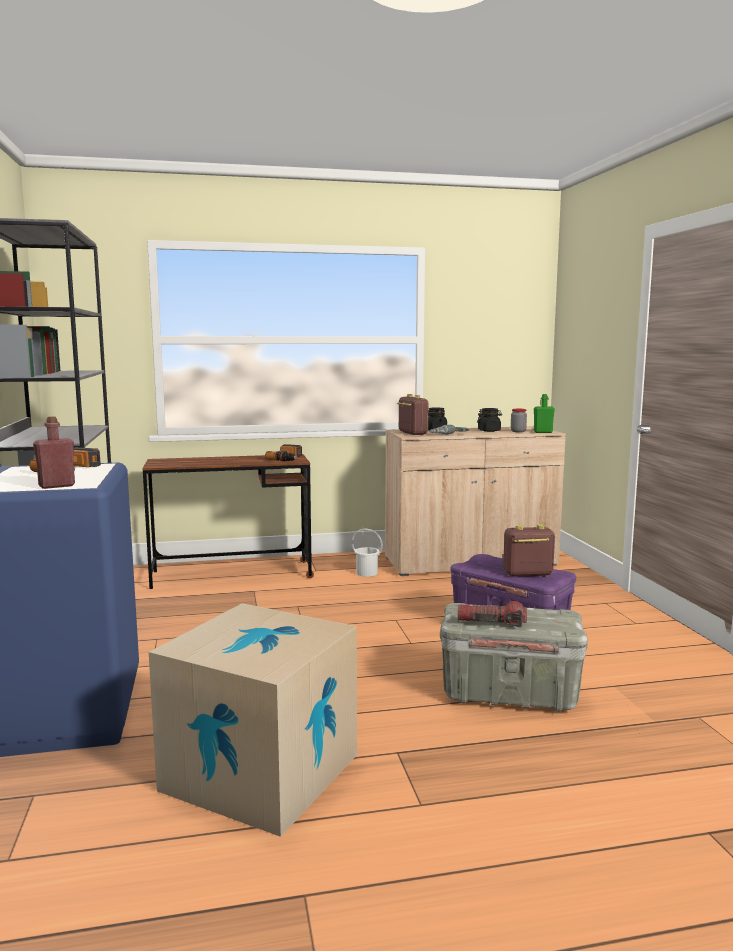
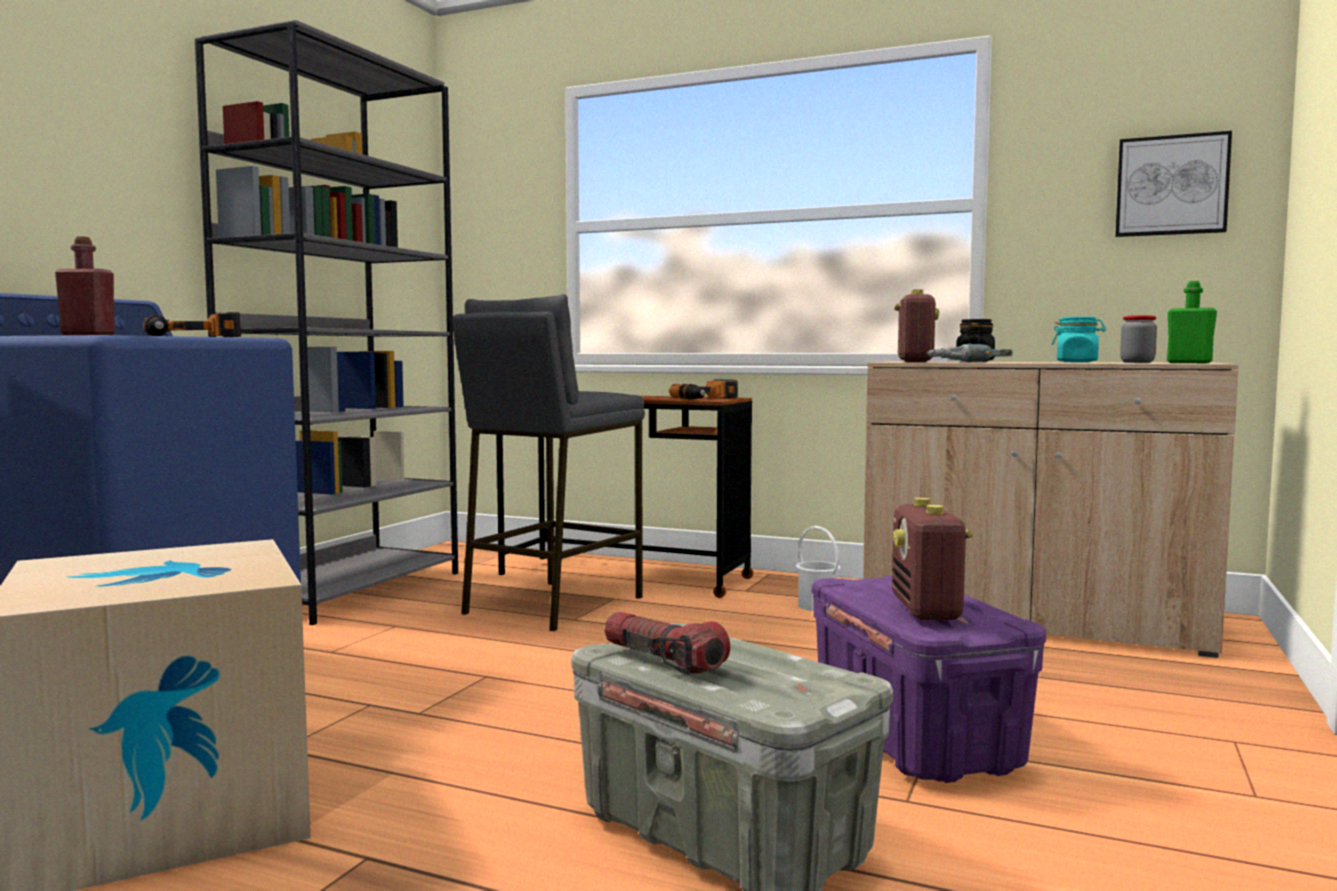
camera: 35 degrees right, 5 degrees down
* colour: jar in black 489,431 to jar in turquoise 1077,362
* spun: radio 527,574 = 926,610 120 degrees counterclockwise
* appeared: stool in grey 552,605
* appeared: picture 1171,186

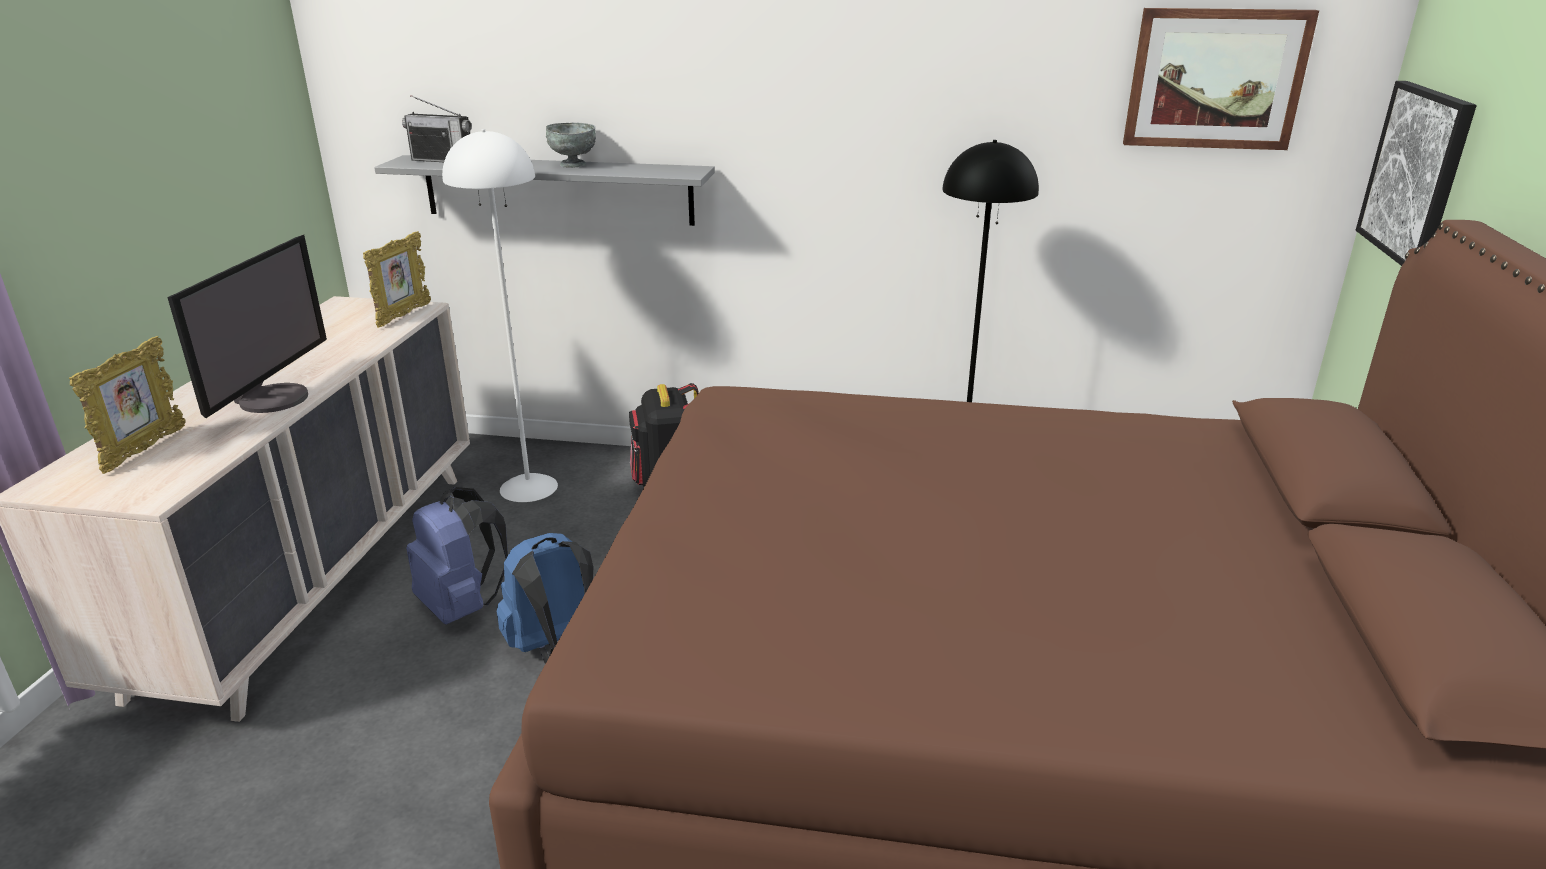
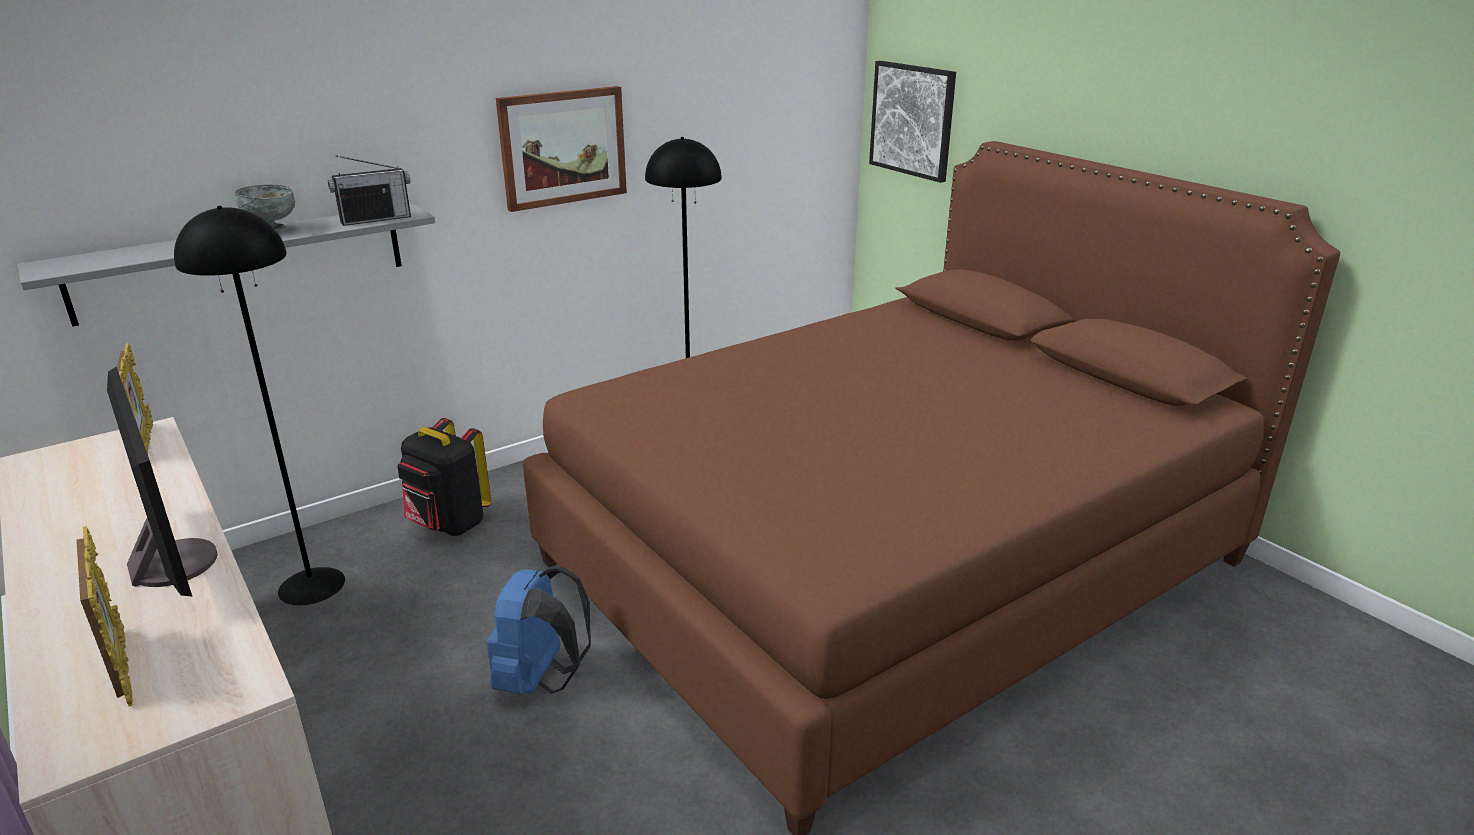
camera: 45 degrees left, 0 degrees up
* relocated: radio 443,160 to 375,219
* missing: backpack in blue 462,606
* colour: floor lamp in white 529,487 to floor lamp in black 312,585
* relocated: picture 1215,79 to 563,147

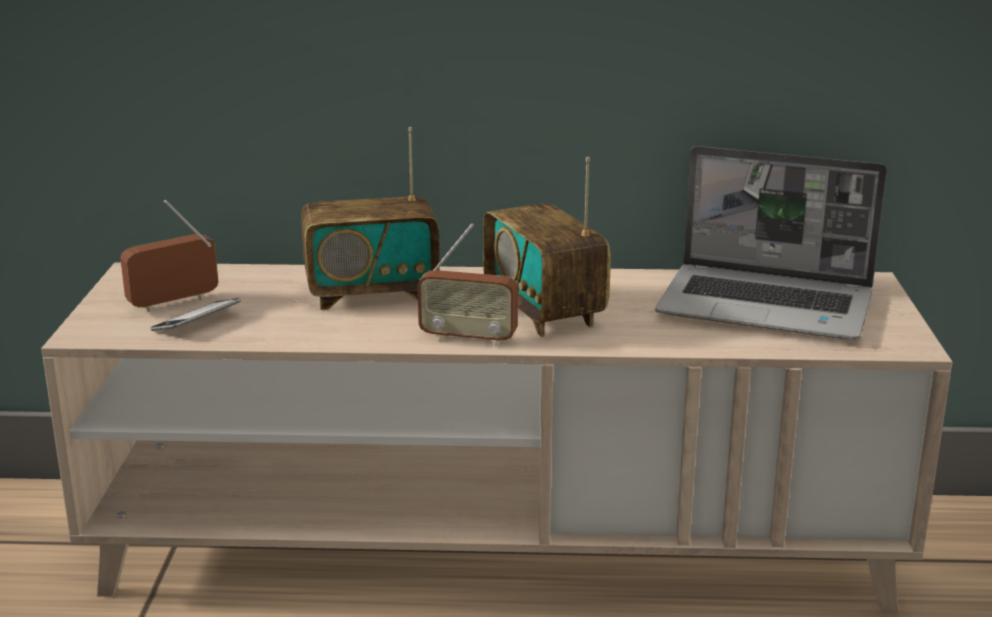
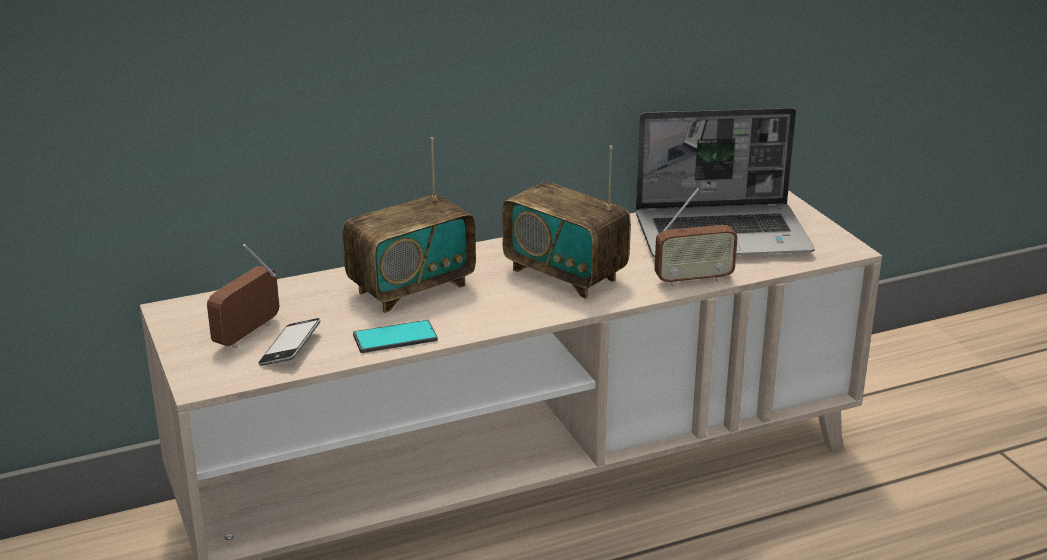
camera: 25 degrees left, 5 degrees up
* relocated: radio 468,339 to 693,280
* appeared: phone 395,338

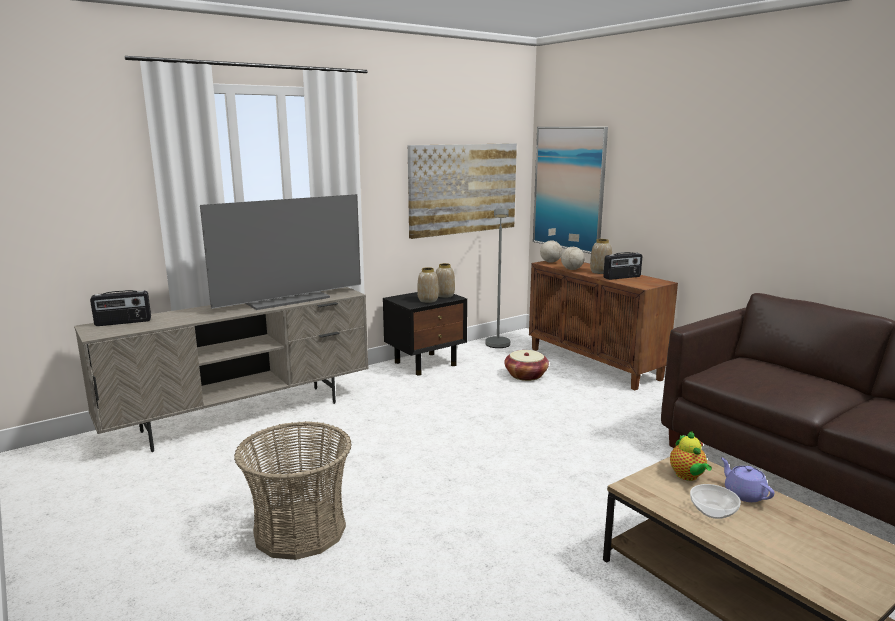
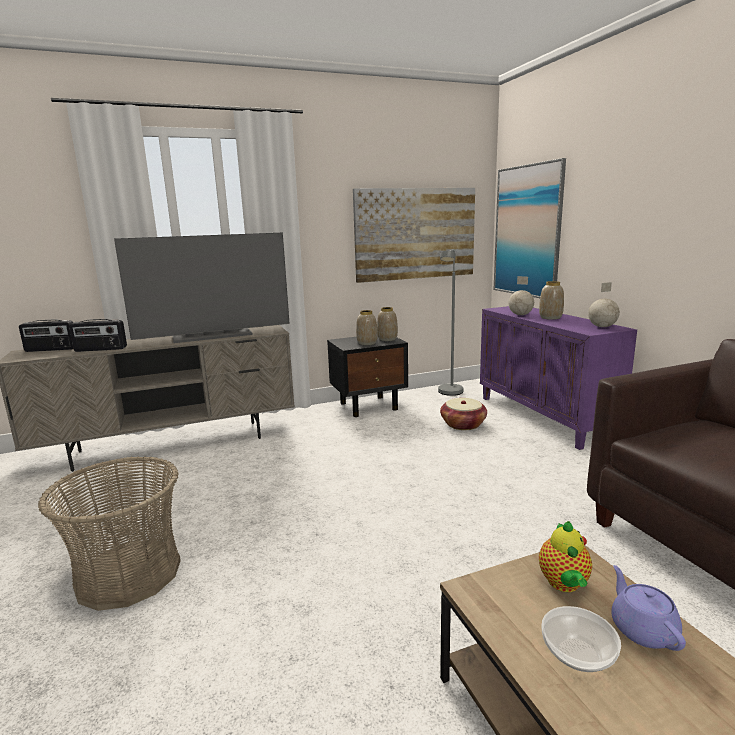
camera: 15 degrees right, 0 degrees up
* colour: cabinet in brown 594,364 to cabinet in purple 544,417
* relocated: globe 550,262 to 601,327
* relocated: radio 622,277 to 100,349

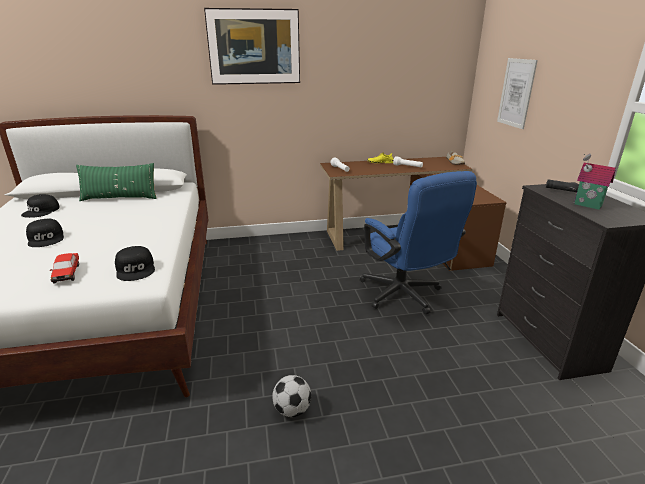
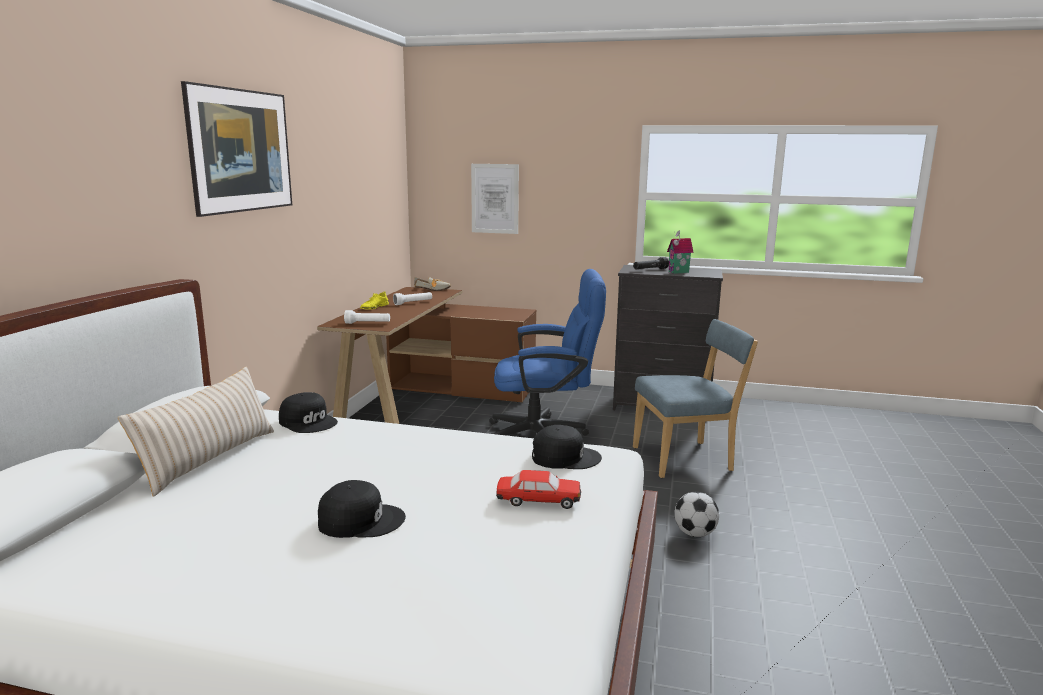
camera: 65 degrees left, 10 degrees down
* relocated: cap in black 41,211 to 309,422
* colour: pillow in green 120,198 to pillow in beige 209,459
* appeared: chair in blue 687,459

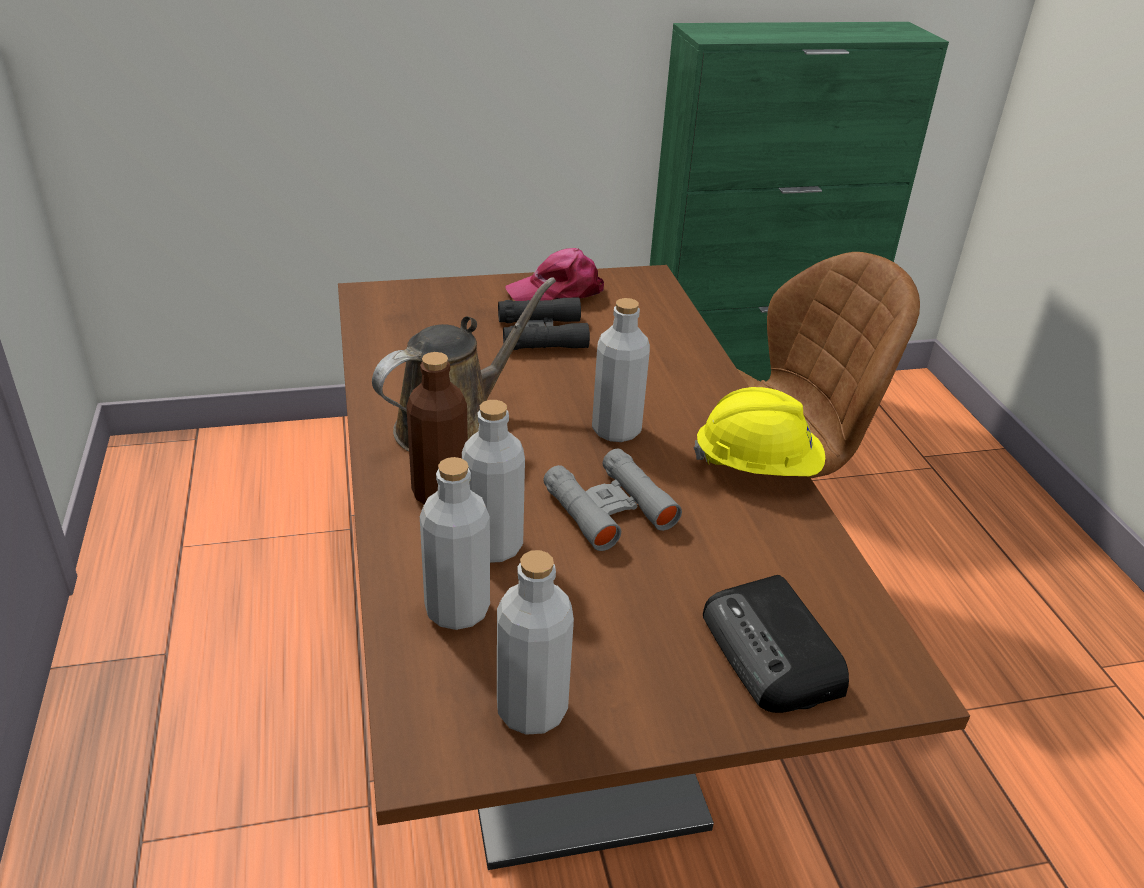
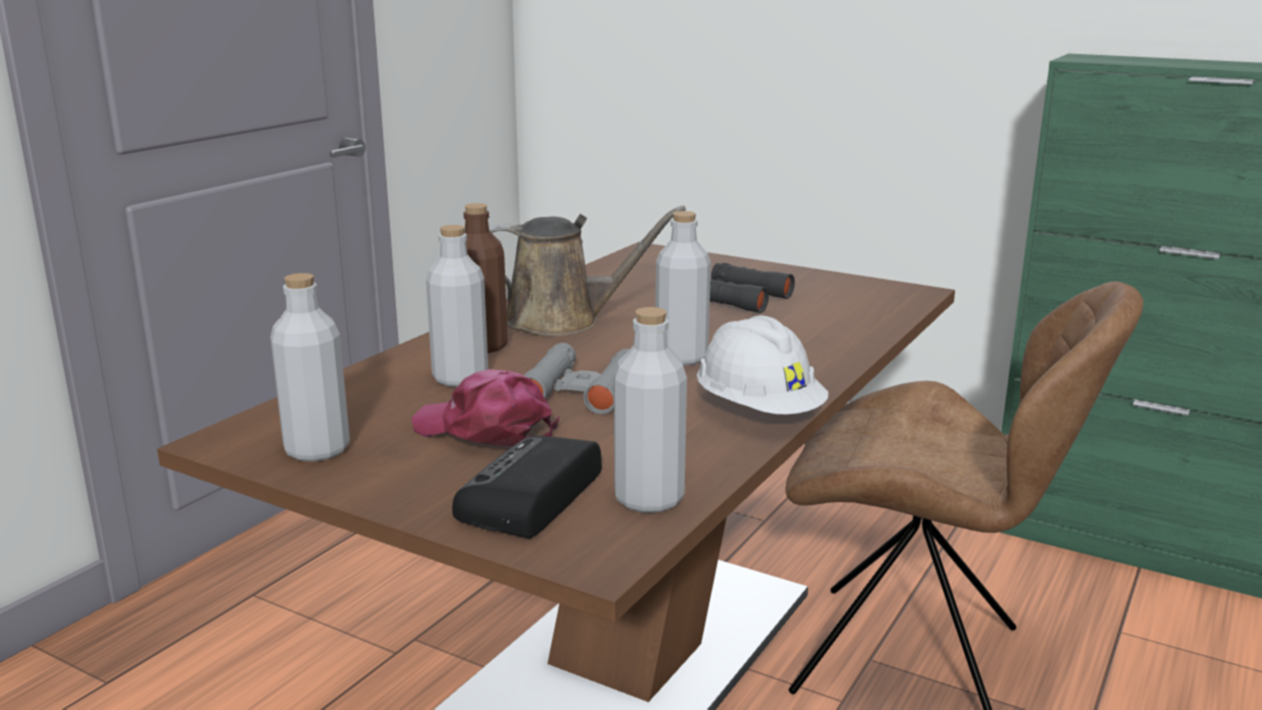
camera: 45 degrees right, 15 degrees down
* relocated: bottle in grey 457,610 to 649,499
* relocated: cap in pink 557,291 to 486,430
* colour: hard hat in yellow 757,467 to hard hat in white 758,411

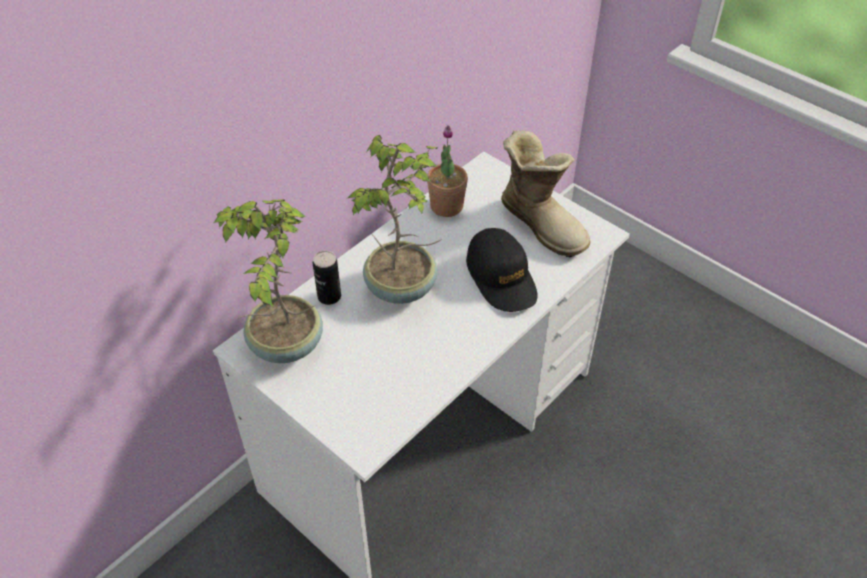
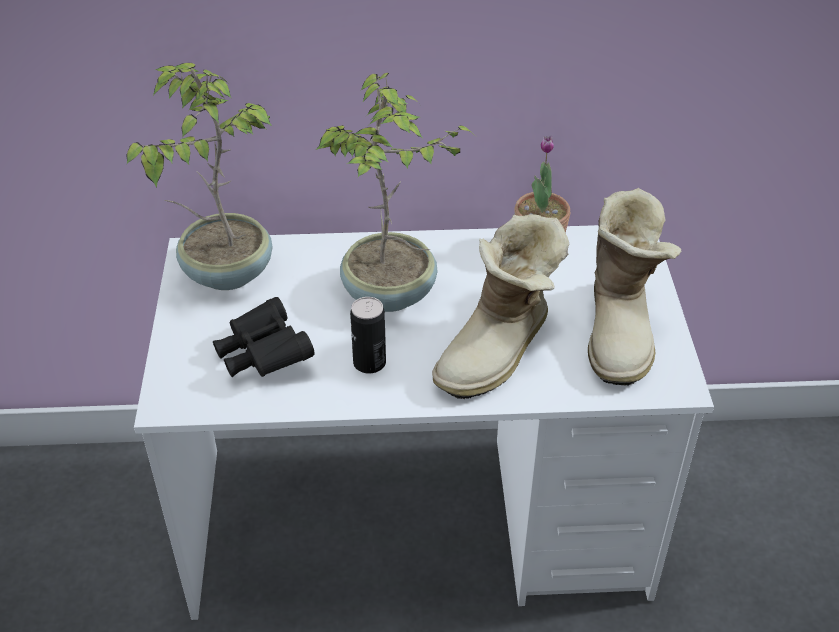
camera: 45 degrees right, 5 degrees down
* relocated: can 329,296 to 369,363
* exchanged: cap in black 501,278 to boot 500,351
* appeared: binoculars in black 263,355

